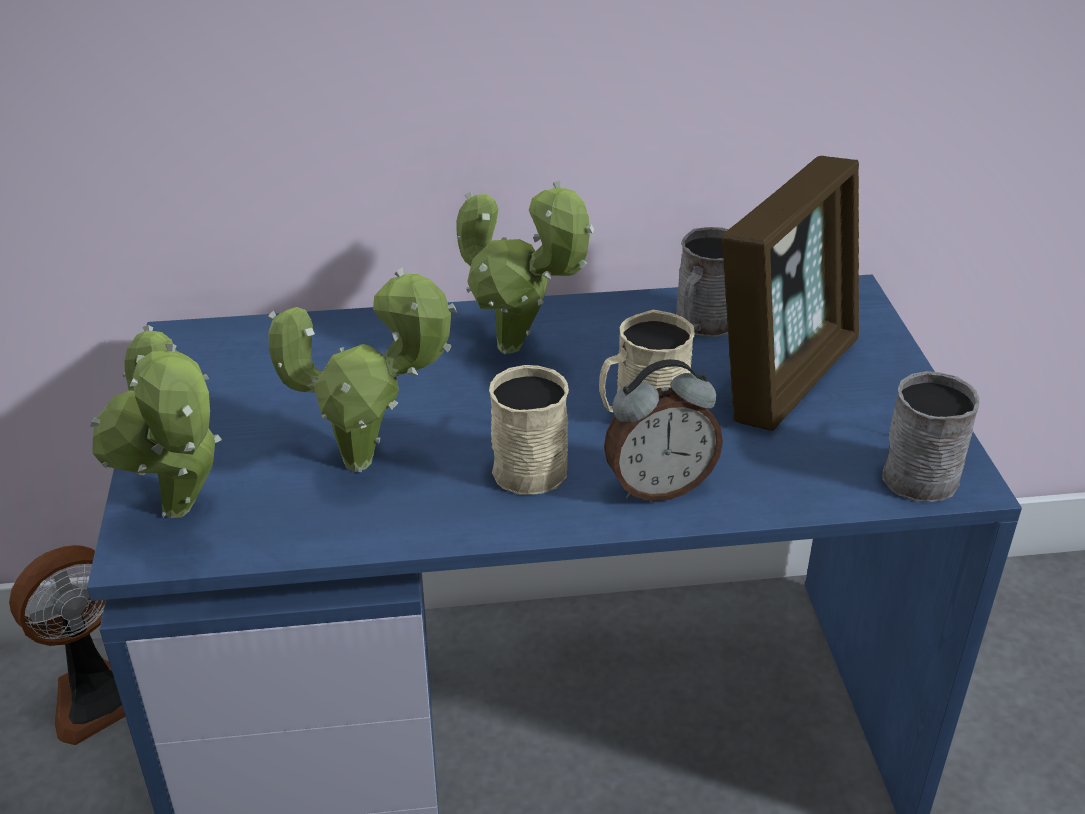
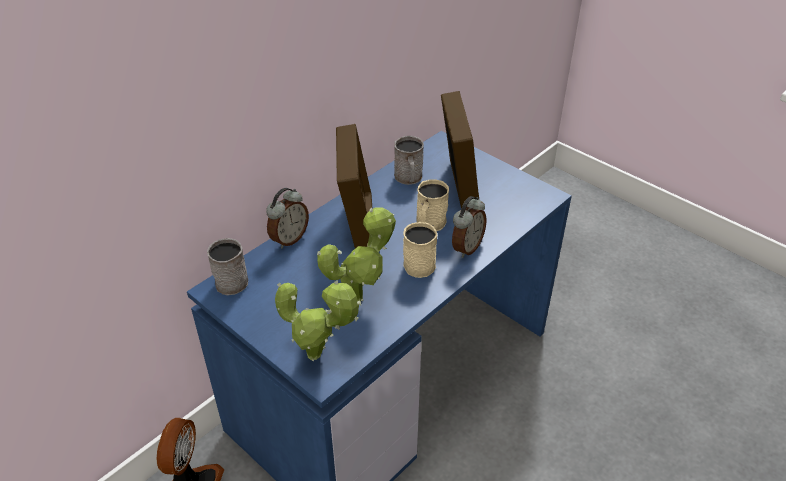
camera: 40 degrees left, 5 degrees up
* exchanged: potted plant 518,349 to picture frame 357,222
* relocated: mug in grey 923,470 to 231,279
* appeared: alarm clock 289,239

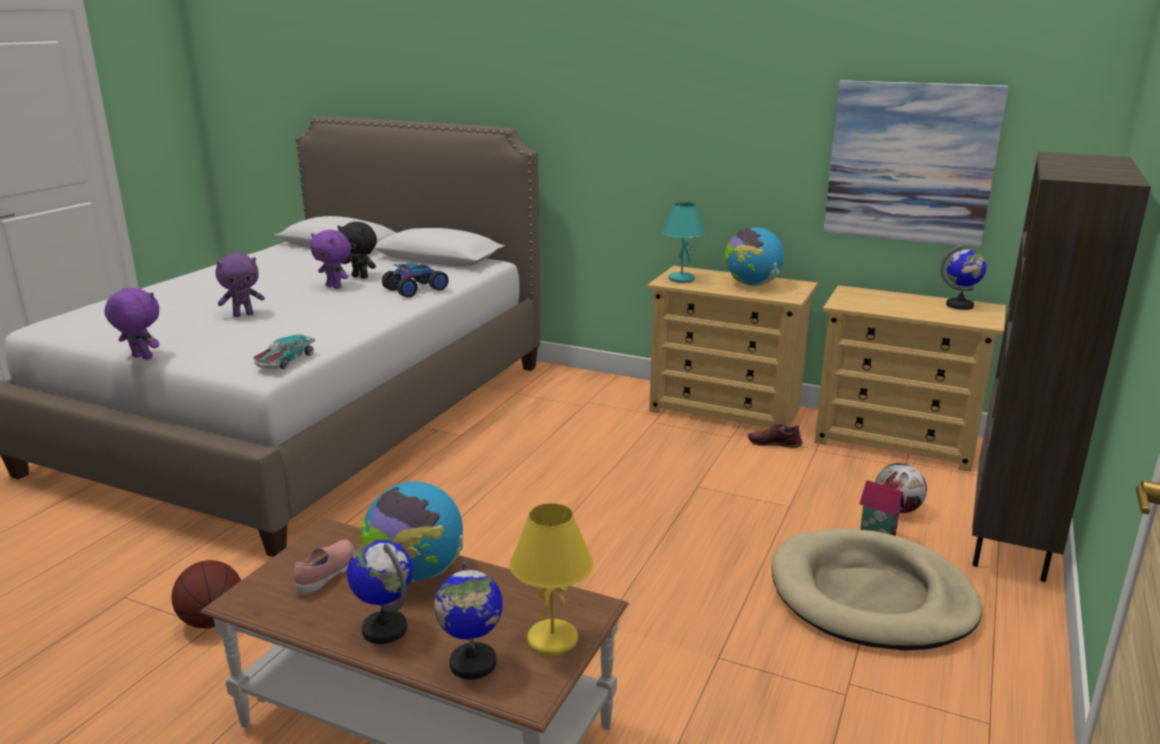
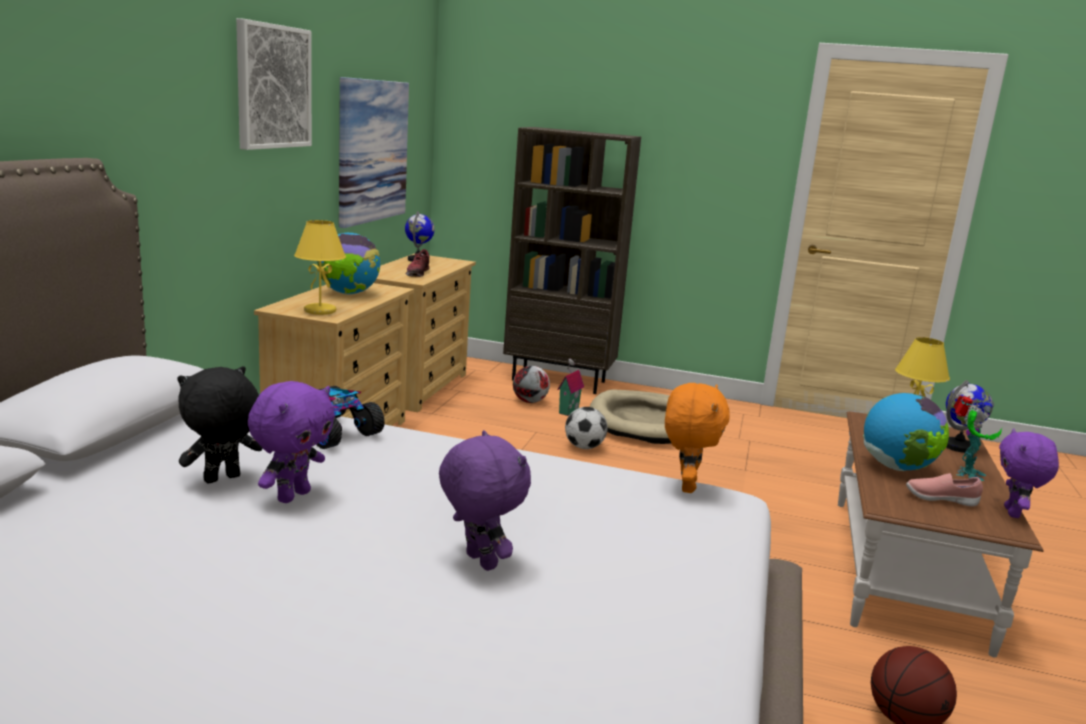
camera: 100 degrees left, 5 degrees down
* relocated: plush toy in purple 141,358 to 1014,513
* exchanged: toy car 285,361 to plush toy in orange 685,486
* spun: plush toy in black 361,277 = 222,479 150 degrees counterclockwise
* exchanged: globe 385,629 to toy robot 966,473
* colour: table lamp in turquoise 681,279 to table lamp in yellow 319,311
* relocated: shoe 774,443 to 417,272
* appeared: picture 273,87
* appeared: football 584,447

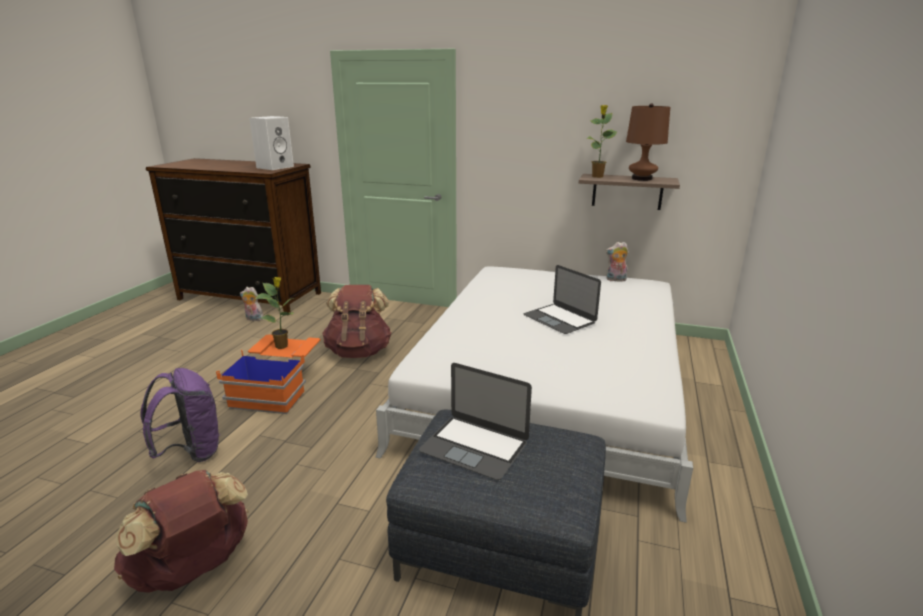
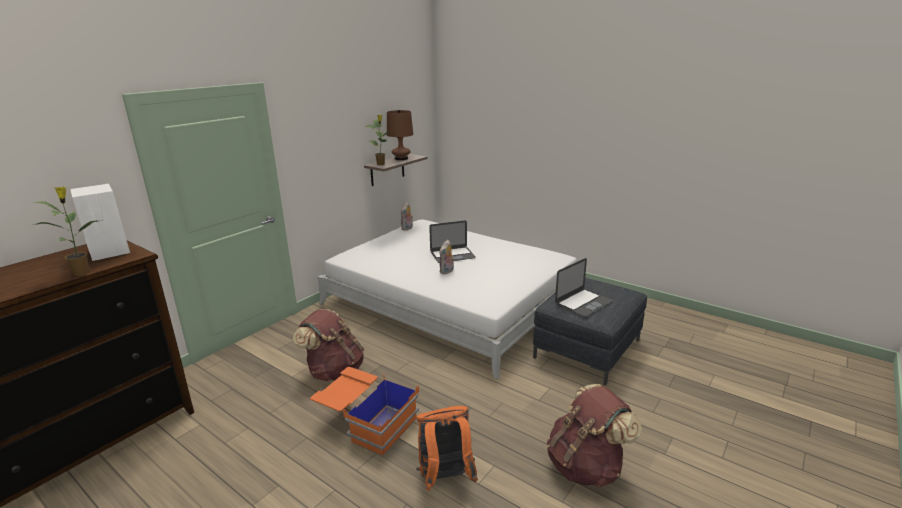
camera: 70 degrees left, 0 degrees up
* colour: backpack in purple 191,452 to backpack in orange 445,478
* relocated: plush toy 253,319 to 447,271
* relocated: potted plant 282,346 to 82,272

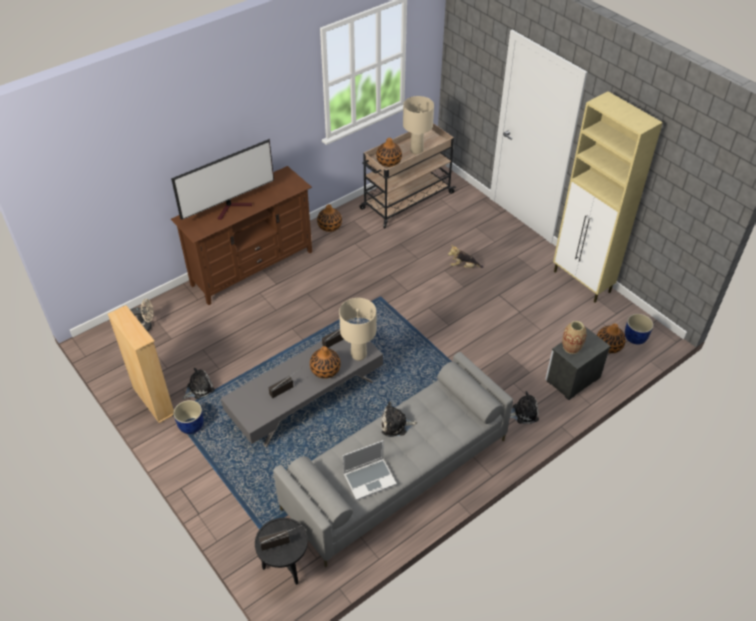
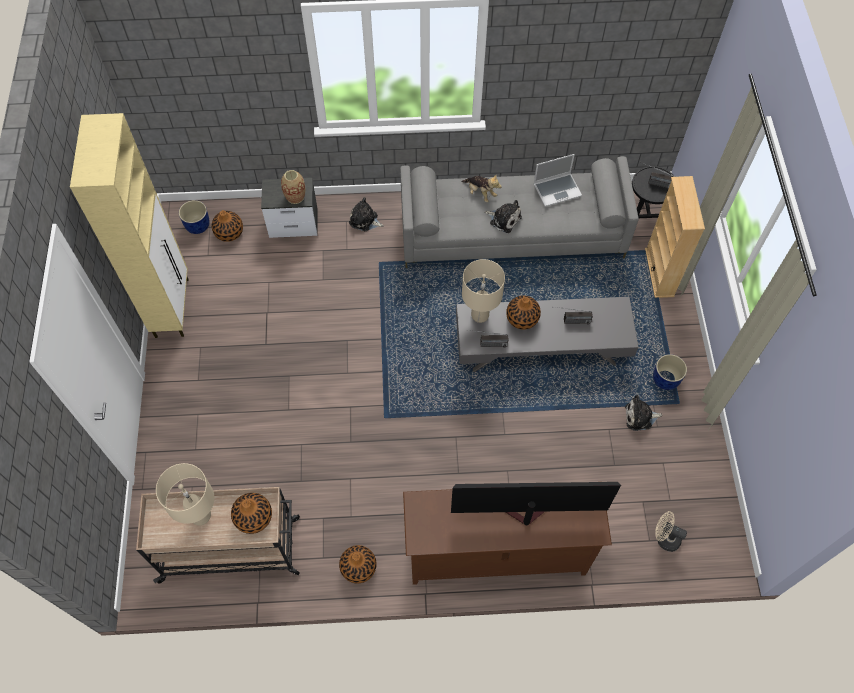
camera: 145 degrees left, 15 degrees up
* relocated: bookcase in beige 154,401 to 659,272
* spun: laptop 370,478 = 557,189 150 degrees clockwise
* relocated: plush toy 464,266 to 480,193

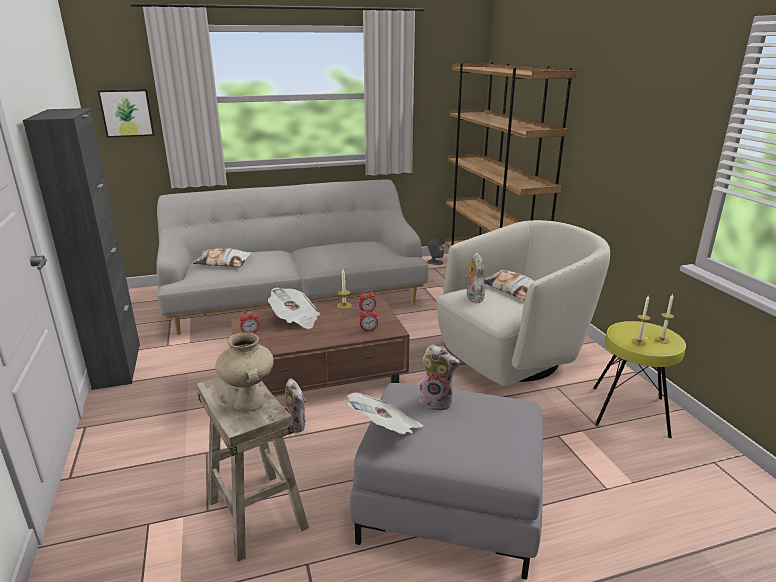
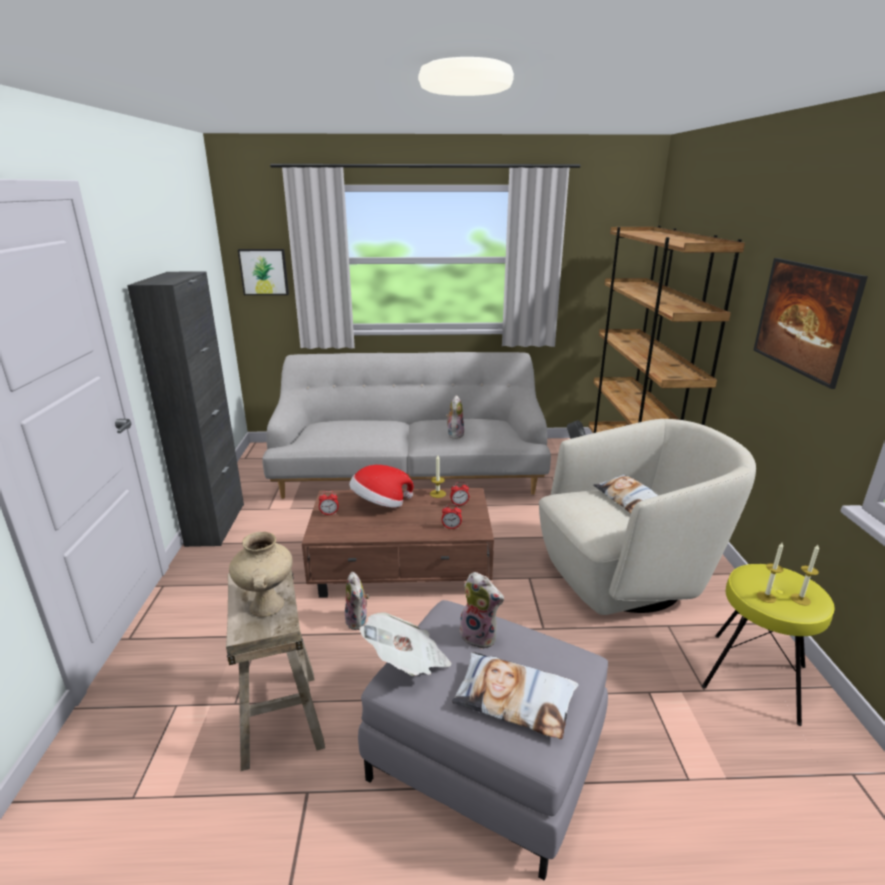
camera: 15 degrees right, 0 degrees up
* relocated: pillow 223,262 to 514,699
* exchanged: newspaper 295,320 to hat 380,504
* relocated: plush toy 473,297 to 454,434
* appeared: picture 797,343

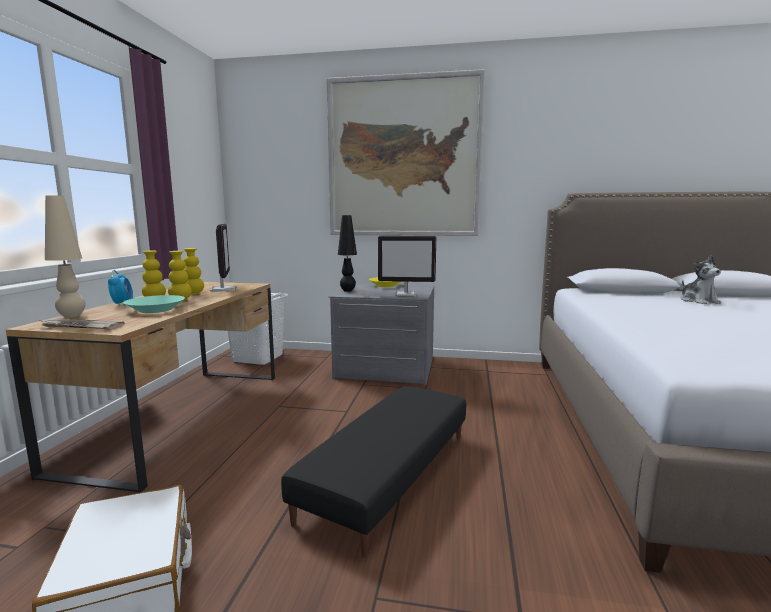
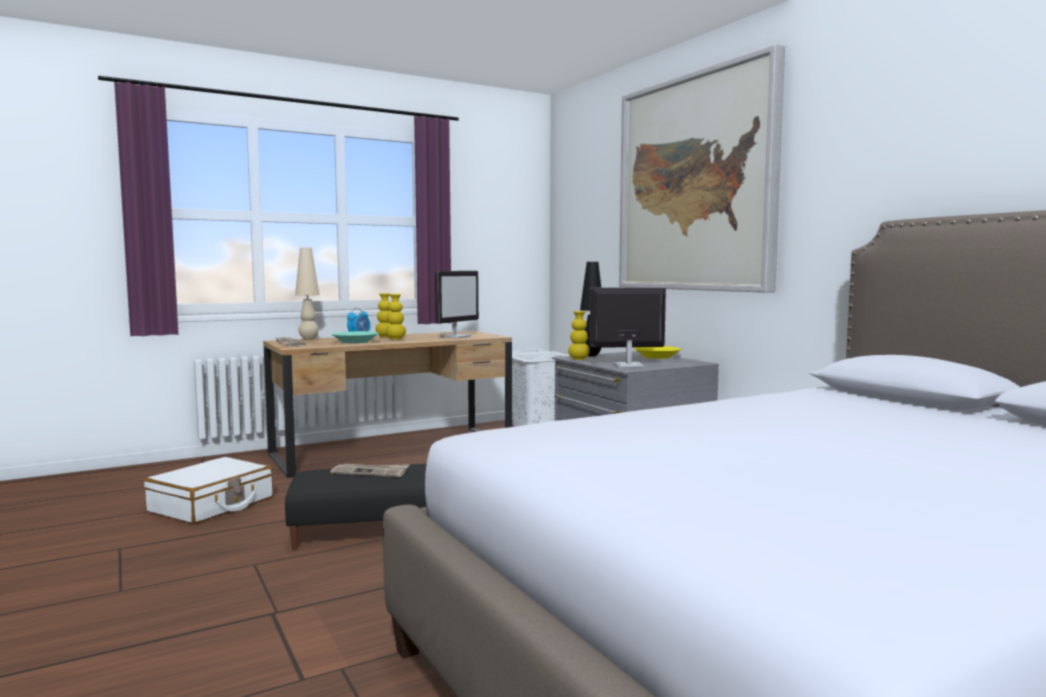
camera: 50 degrees right, 5 degrees down
* relocated: vase in yellow 194,293 to 578,359
* spun: monitor 406,294 = 627,366 120 degrees clockwise
* missing: plush toy 698,301
* appeared: newspaper 371,472

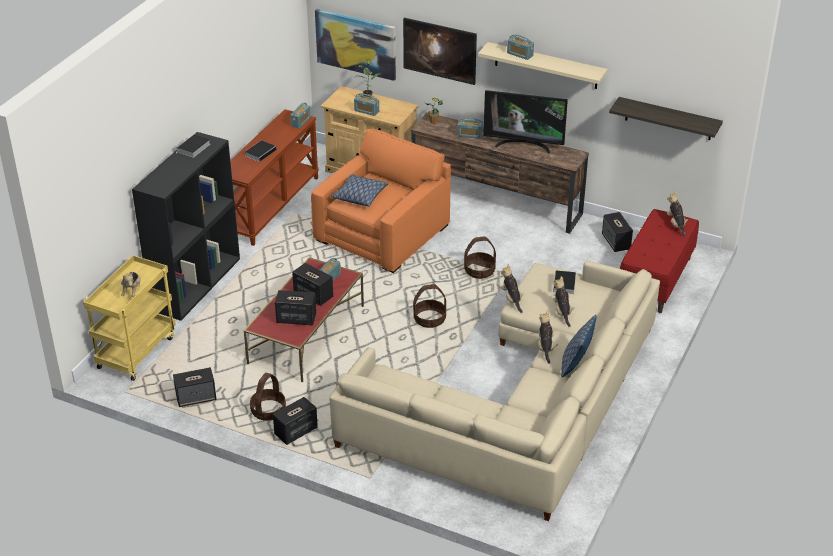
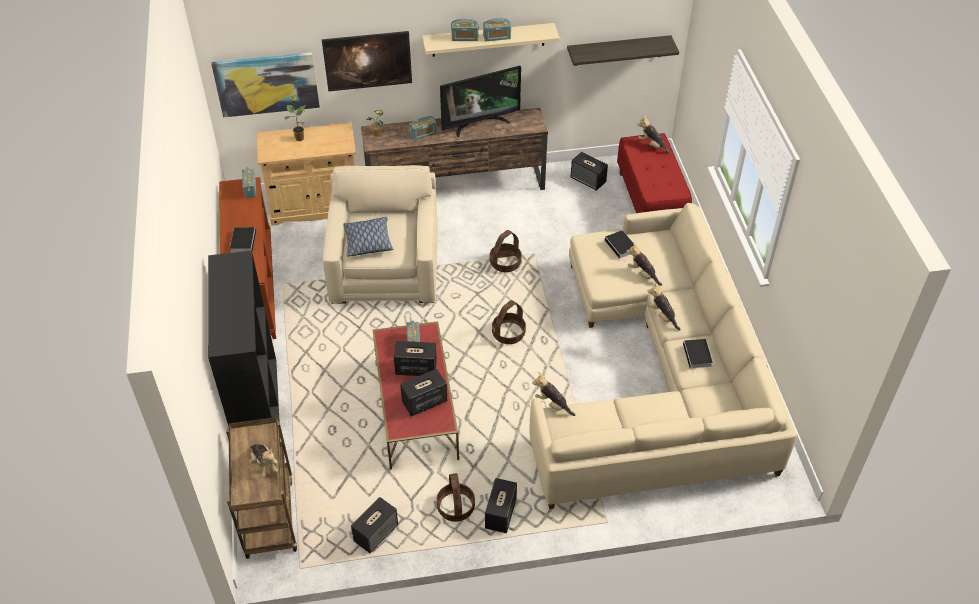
camera: 35 degrees left, 10 degrees up
* colour: cart in yellow 136,351 to cart in brown 268,516
* relocated: book 193,148 to 697,356
* colour: armchair in orange 382,233 to armchair in beige 385,265
* relocated: radio 366,111 to 497,37
* relocated: plush toy 511,299 to 552,404
* missing: pillow 576,364

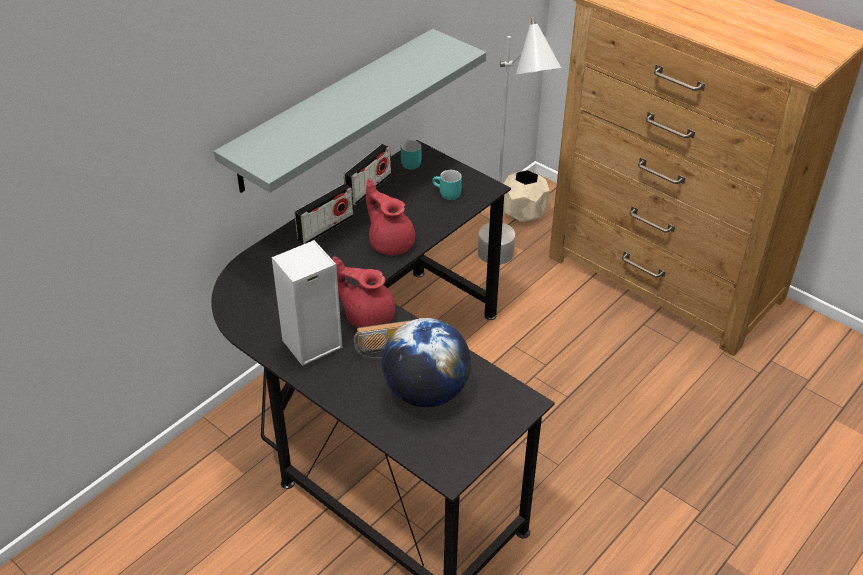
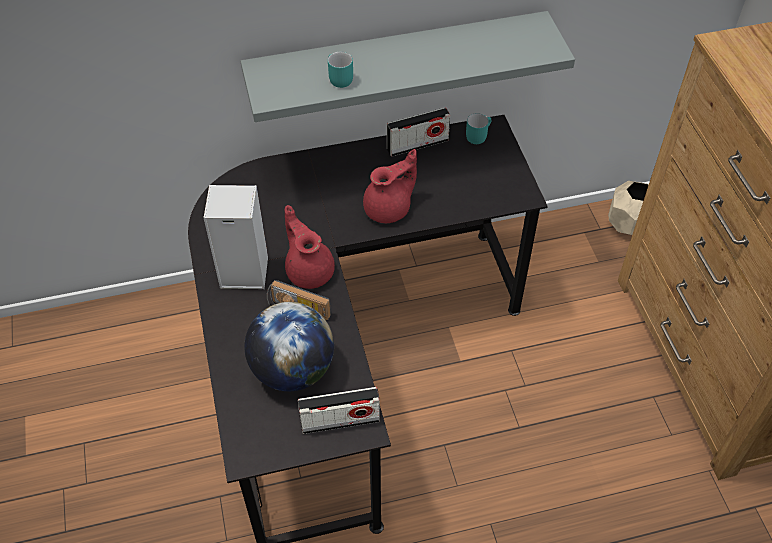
camera: 35 degrees right, 10 degrees up
* relocated: radio 325,228 to 340,421
* spun: teapot in red 390,242 = 389,209 60 degrees clockwise
* relocated: mug in turquoise 446,194 to 337,79
* missing: floor lamp in grey 506,272

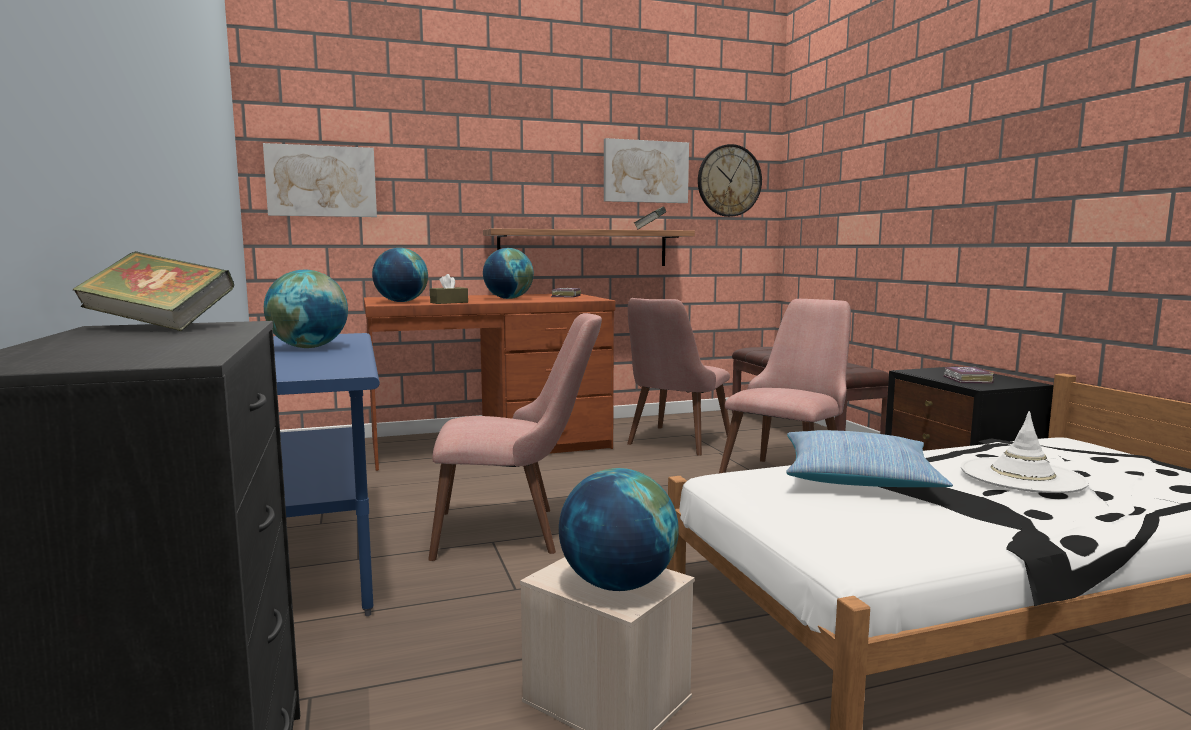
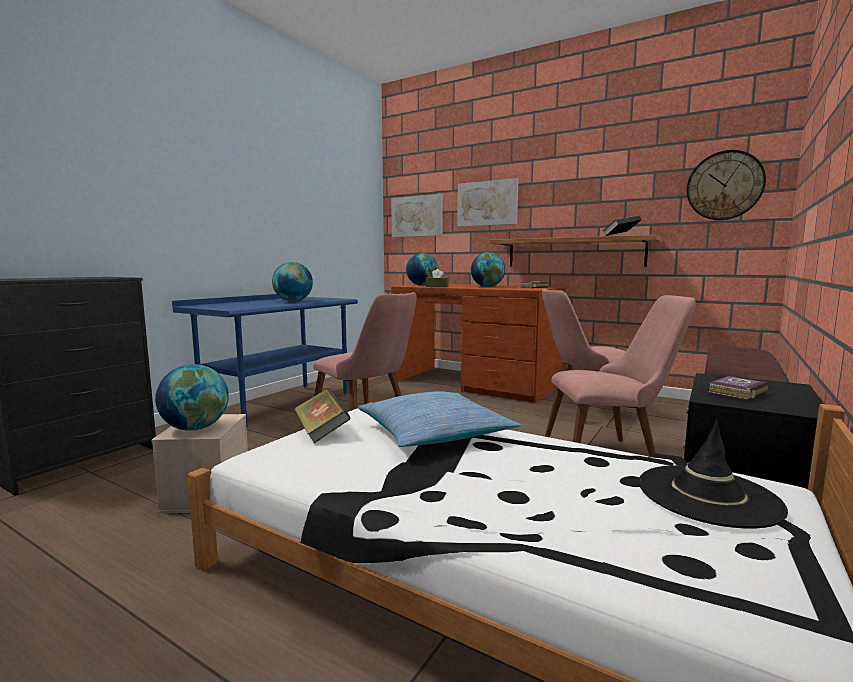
camera: 50 degrees right, 0 degrees up
* relocated: book 160,327 to 322,432
* relocated: picture 645,171 to 487,203
* missing: hat in white 1022,476
* appeared: hat in black 707,495

